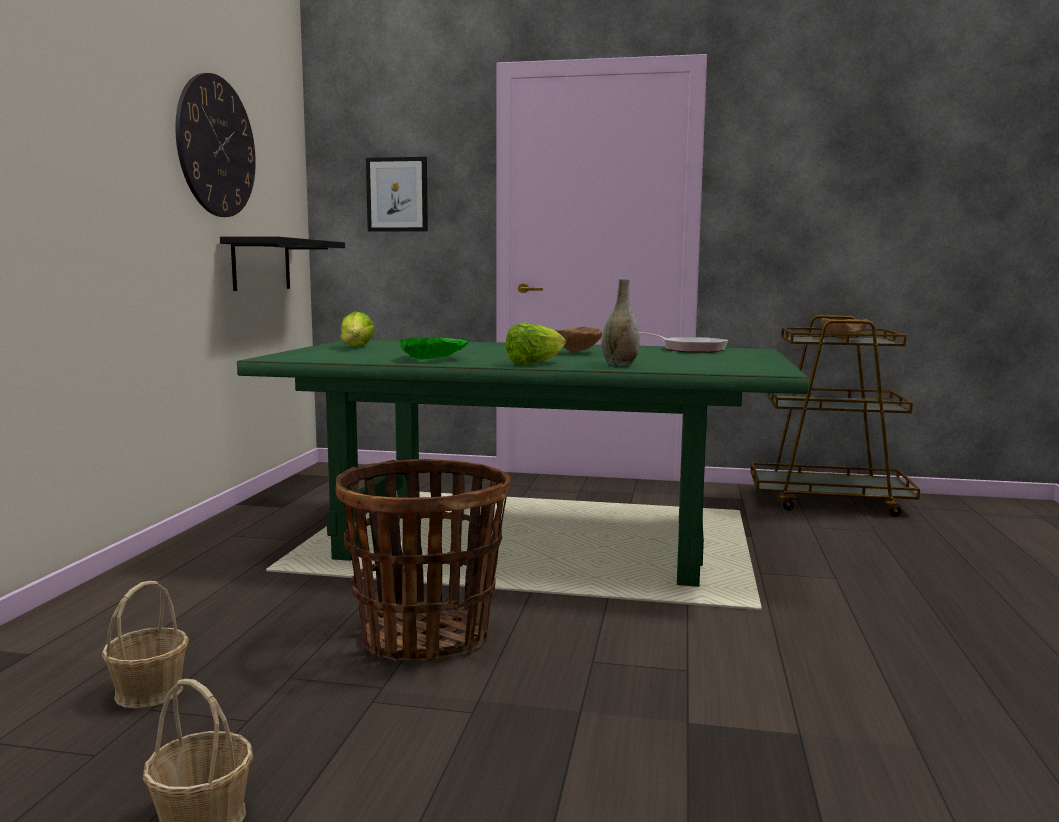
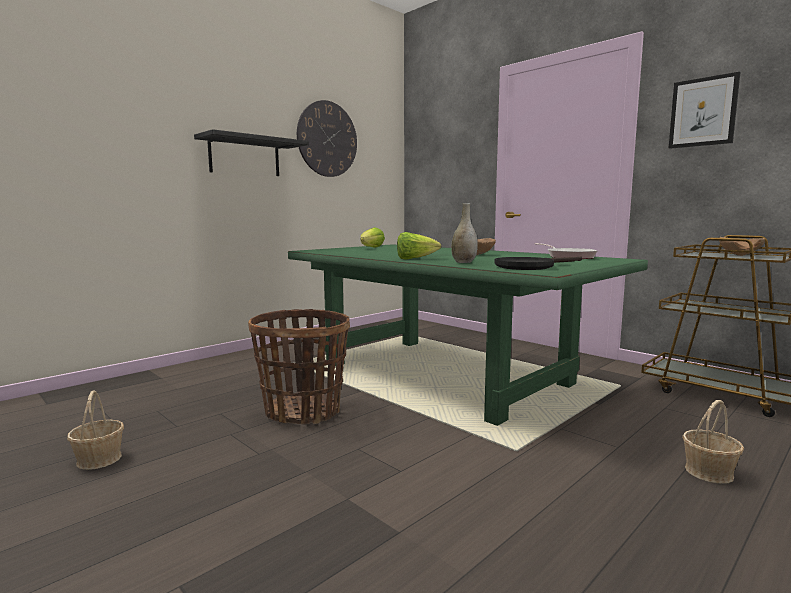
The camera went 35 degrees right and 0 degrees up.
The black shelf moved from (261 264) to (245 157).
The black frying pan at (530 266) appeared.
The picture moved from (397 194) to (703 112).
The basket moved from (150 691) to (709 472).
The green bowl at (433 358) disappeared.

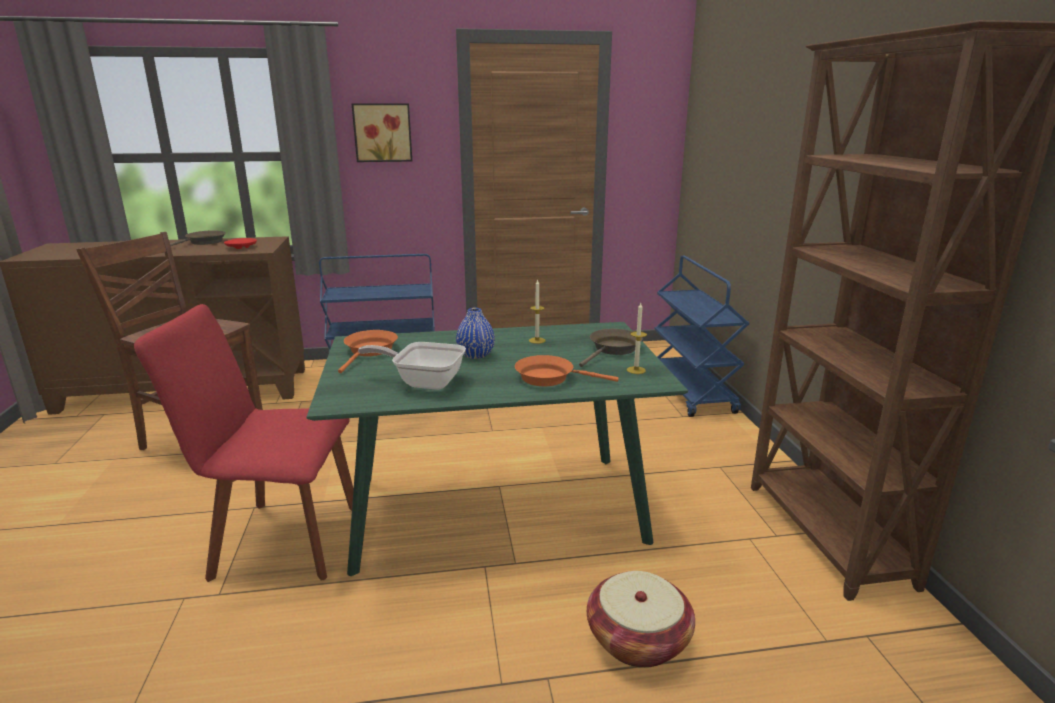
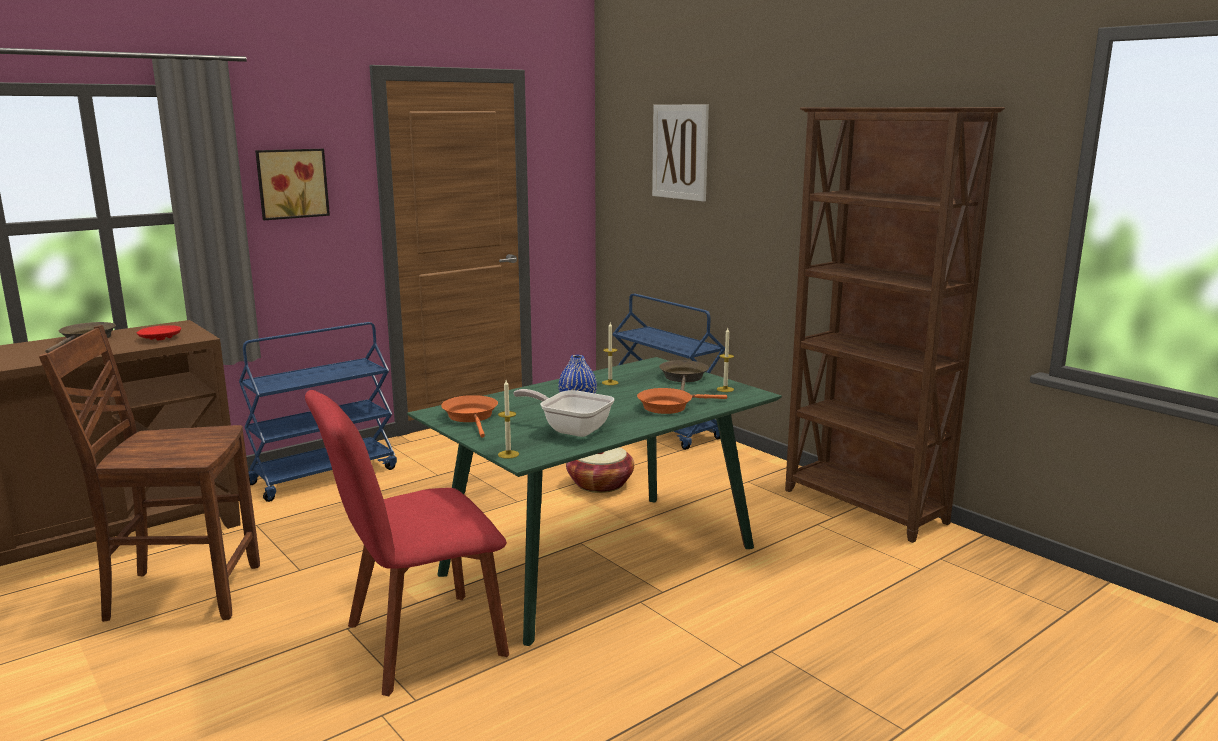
The camera went 30 degrees left and 5 degrees down.
The candle at (508 454) appeared.
The frying pan at (423 382) turned 45 degrees clockwise.
The basket moved from (638 639) to (600 484).
The picture at (680 152) appeared.

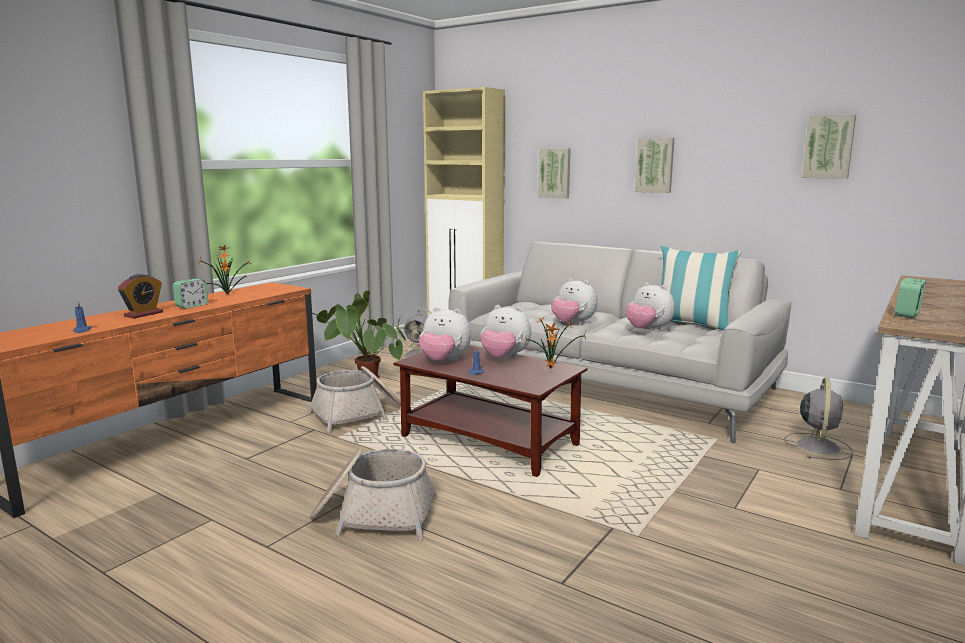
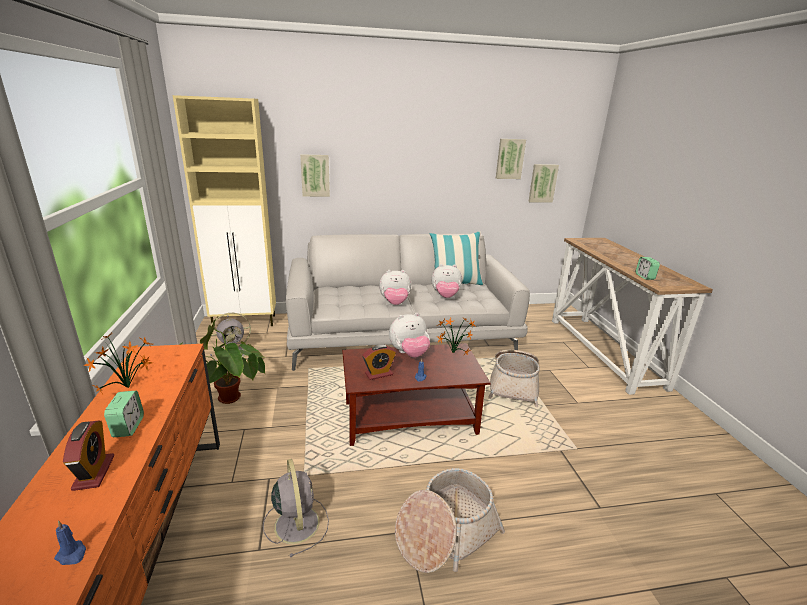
The camera went 45 degrees left and 10 degrees up.
The grey fan moved from (818 446) to (296 522).
The plush toy at (444 361) was replaced by the alarm clock at (379 374).
The basket moved from (358 414) to (513 385).
The picture moved from (655 165) to (542 183).

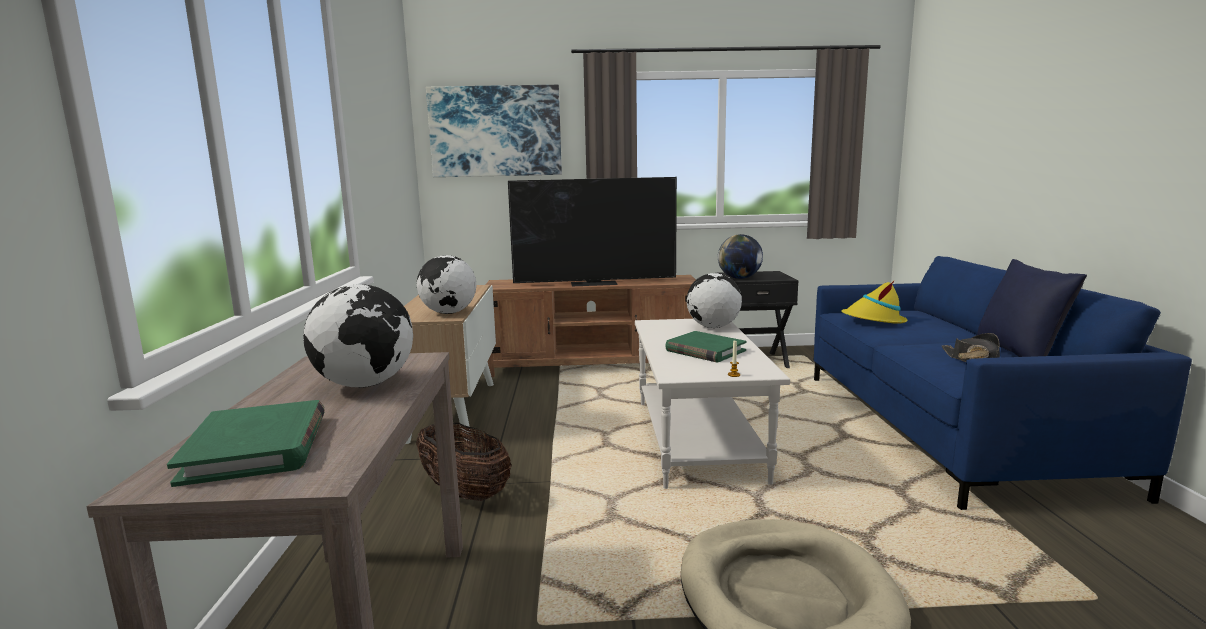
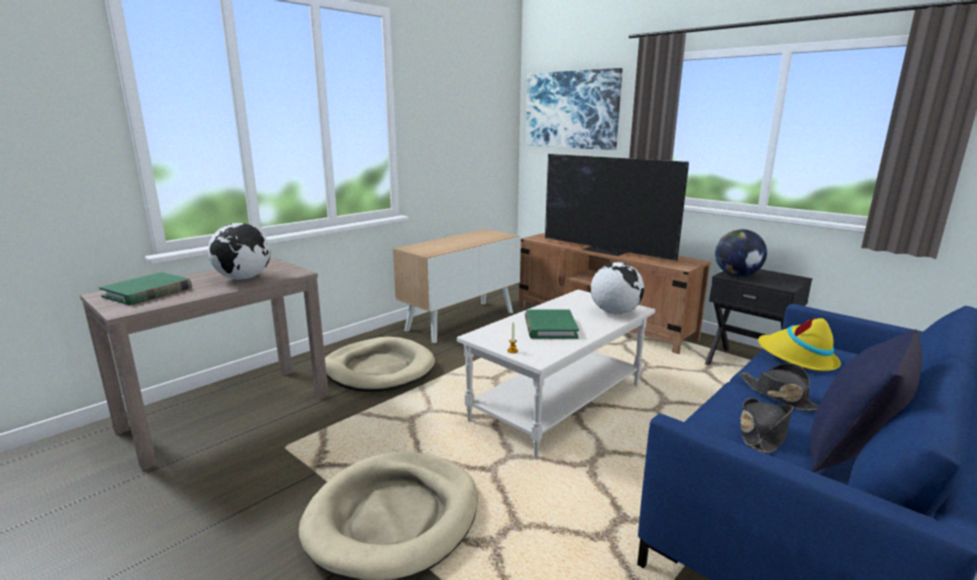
The camera went 45 degrees right and 5 degrees up.
The basket at (465 492) was replaced by the beige dog bed at (379 369).
The black hat at (781 396) appeared.
The globe at (448 313) disappeared.

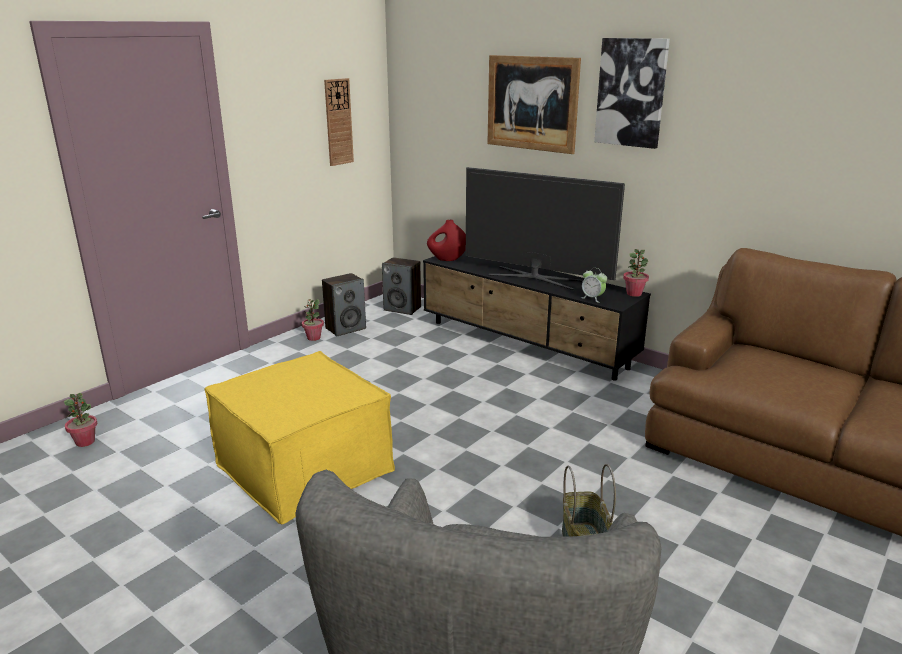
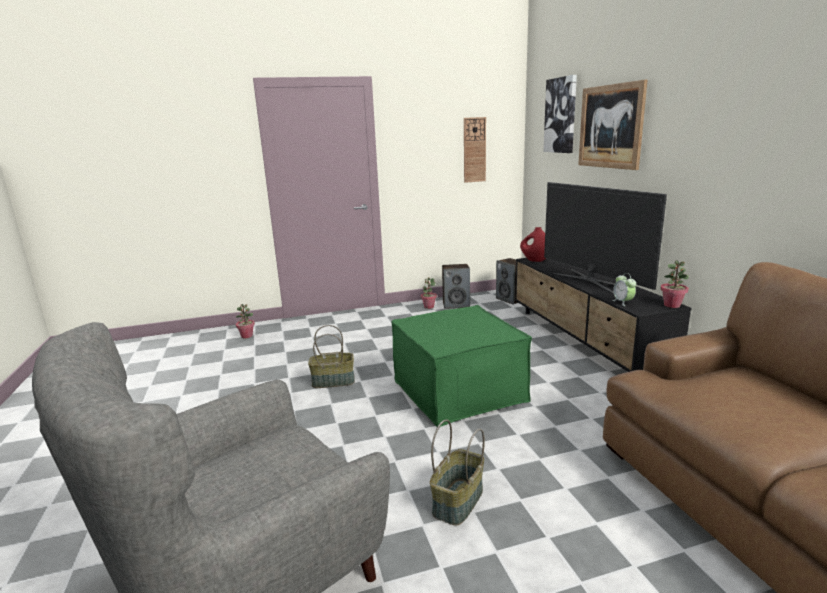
The camera went 35 degrees right and 5 degrees down.
The yellow ottoman at (305 467) was replaced by the basket at (333 381).
The green ottoman at (459 391) appeared.
The picture moved from (631 93) to (561 115).

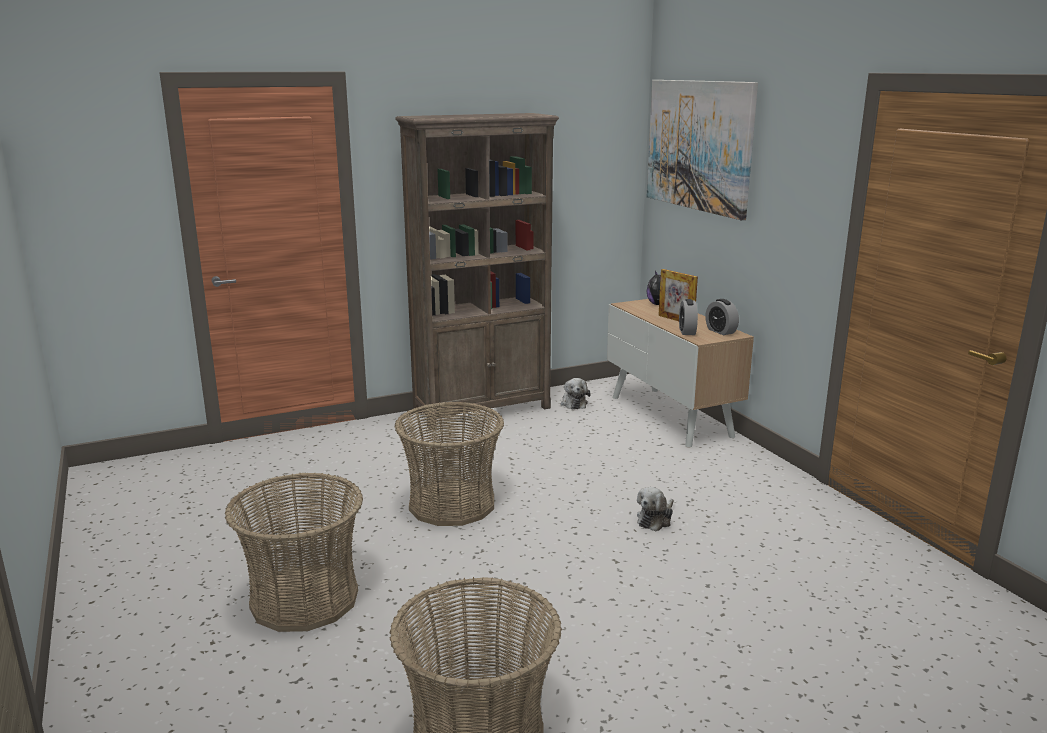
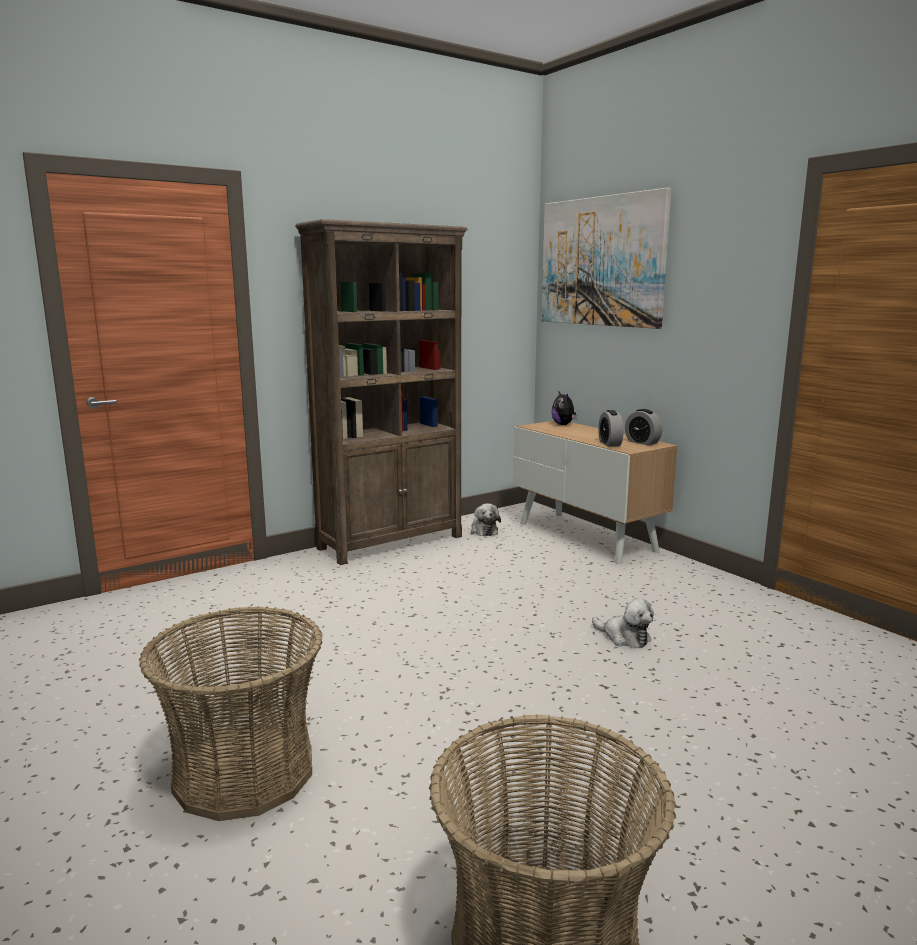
The camera went 10 degrees left and 5 degrees down.
The plush toy at (655 519) turned 75 degrees counterclockwise.
The basket at (452 504) disappeared.
The picture frame at (676 320) disappeared.

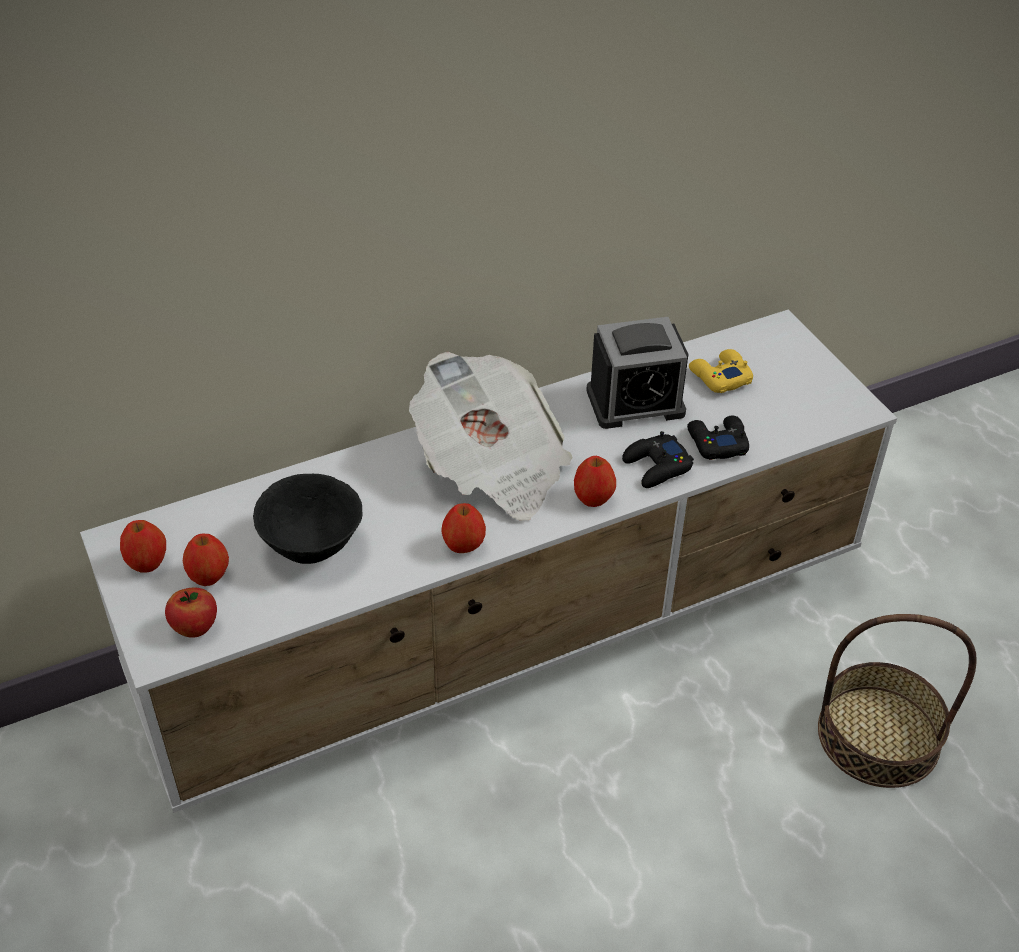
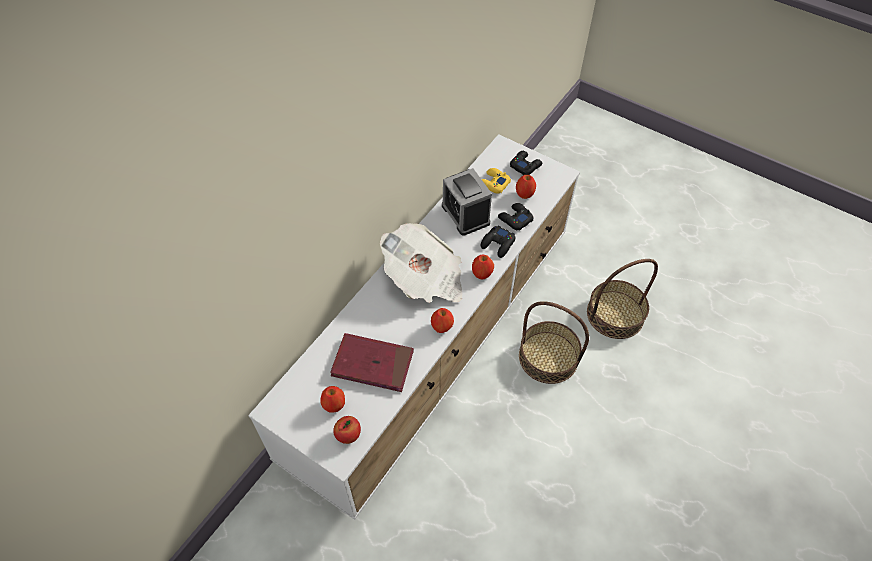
The camera went 30 degrees left and 10 degrees up.
The black bowl at (312 548) was replaced by the red book at (372 364).
The alarm clock at (635 402) turned 105 degrees clockwise.
The black game controller at (525 165) appeared.
The apple moved from (147 563) to (524 194).
The basket at (548 357) appeared.

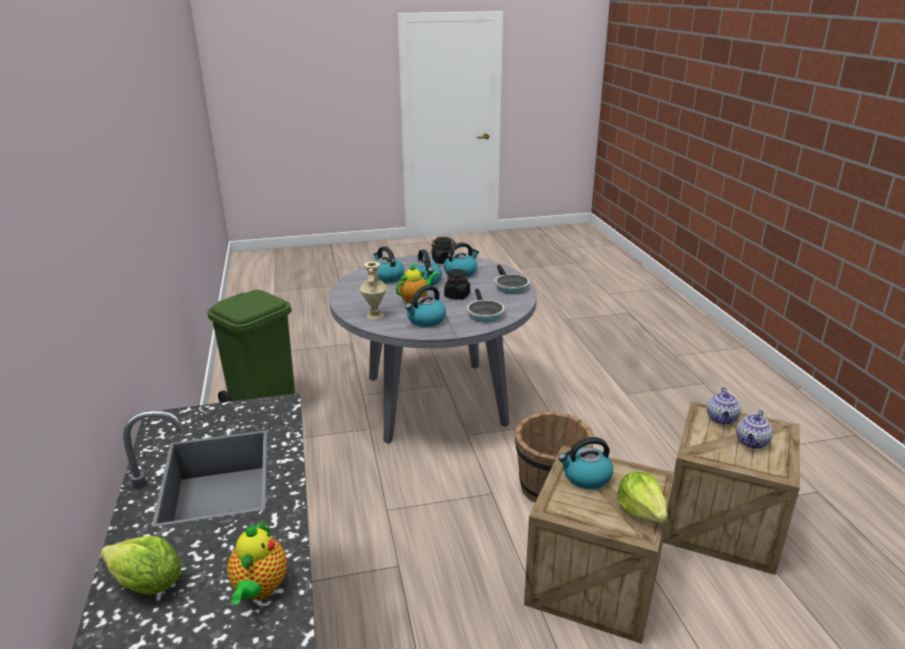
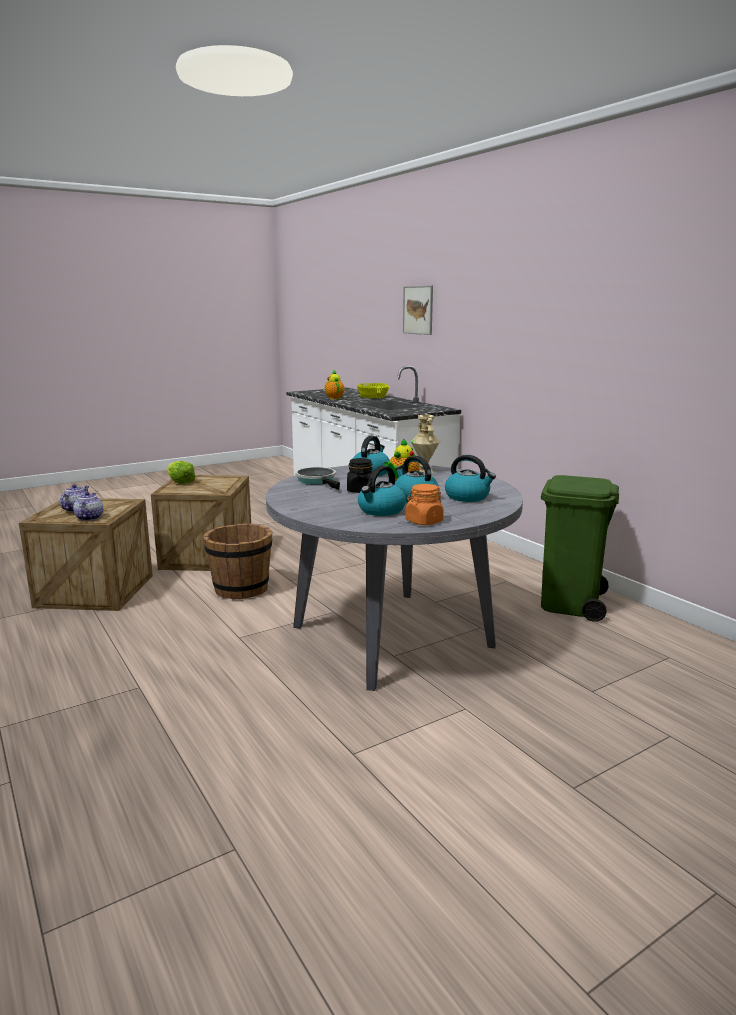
The camera went 160 degrees right and 10 degrees down.
The lettuce at (147 584) was replaced by the yellow bowl at (372 396).
The picture at (418 310) appeared.
The black jar at (443 261) became the orange jar at (424 521).
The frying pan at (510 286) disappeared.
The kettle at (586 477) disappeared.

